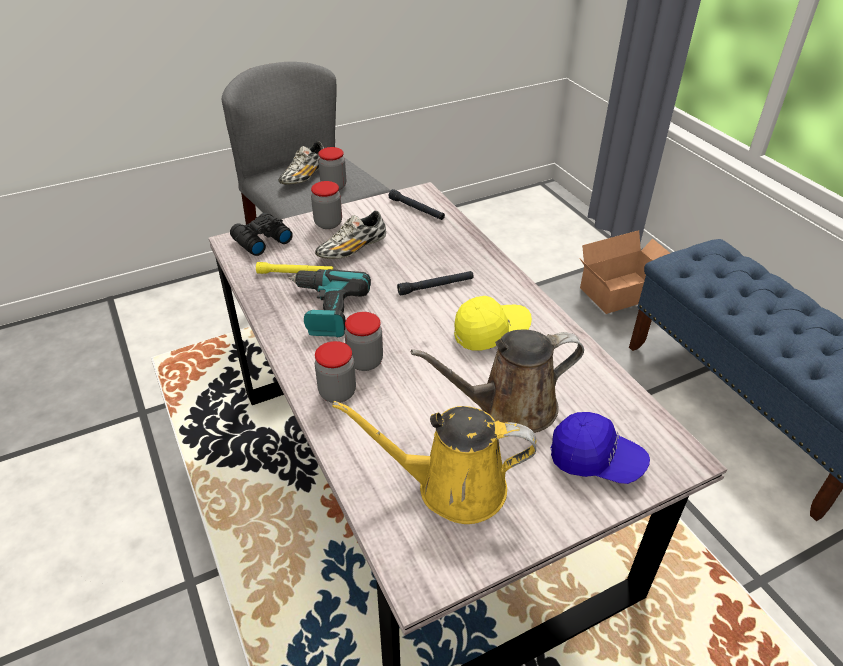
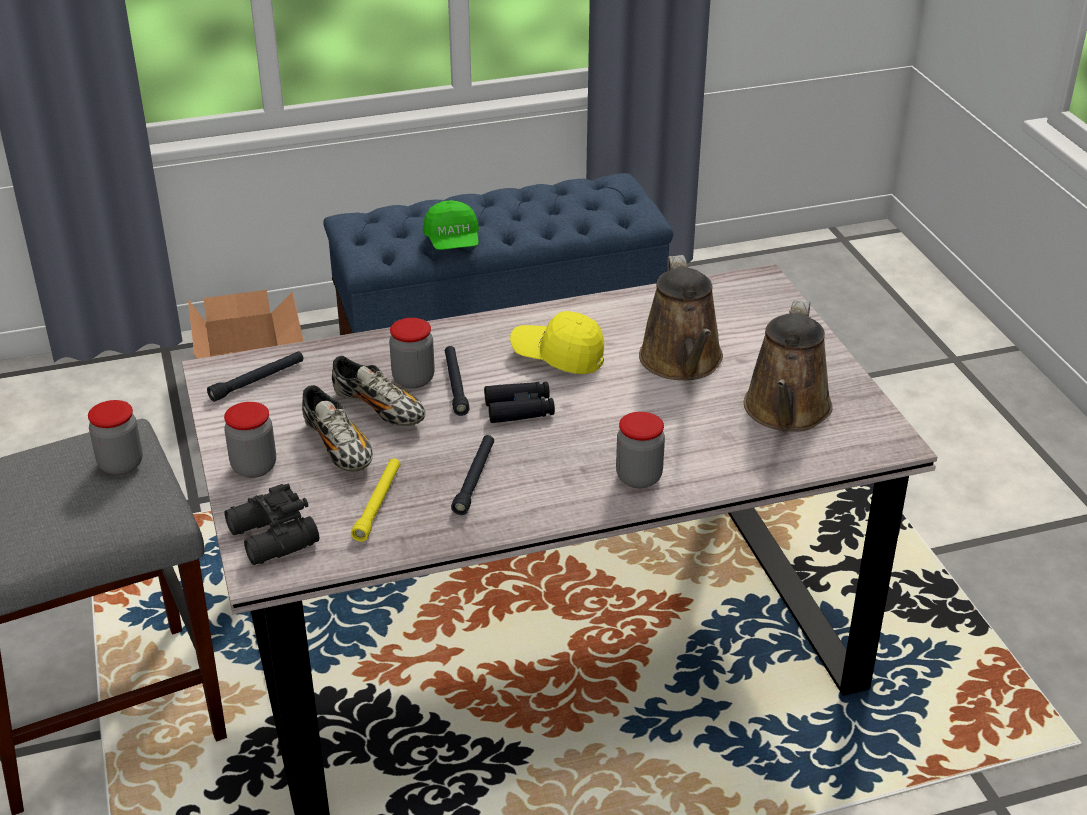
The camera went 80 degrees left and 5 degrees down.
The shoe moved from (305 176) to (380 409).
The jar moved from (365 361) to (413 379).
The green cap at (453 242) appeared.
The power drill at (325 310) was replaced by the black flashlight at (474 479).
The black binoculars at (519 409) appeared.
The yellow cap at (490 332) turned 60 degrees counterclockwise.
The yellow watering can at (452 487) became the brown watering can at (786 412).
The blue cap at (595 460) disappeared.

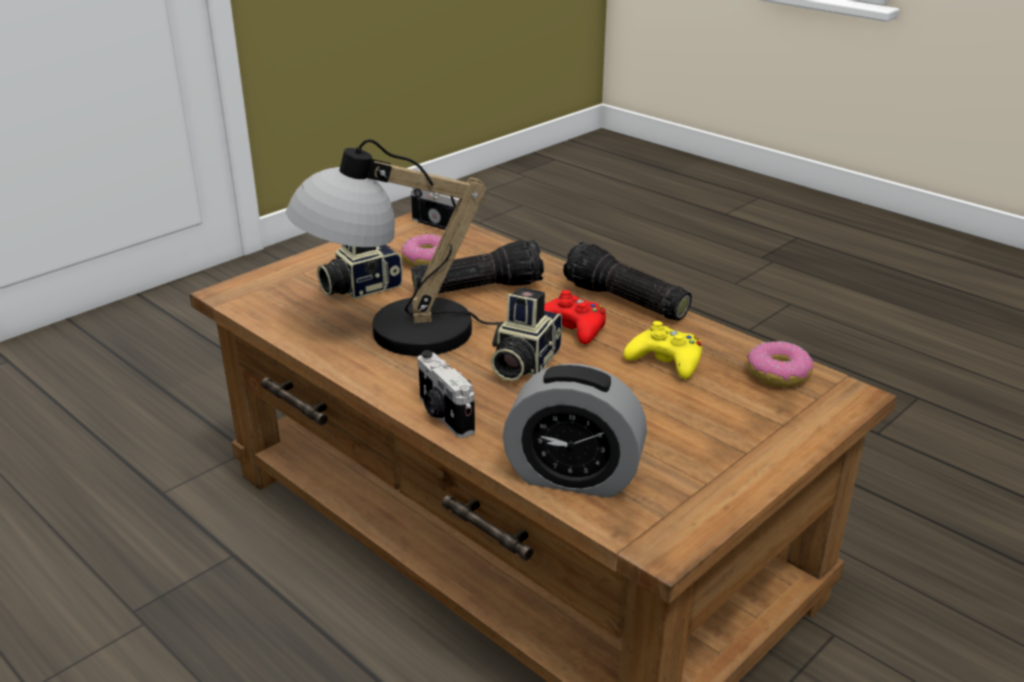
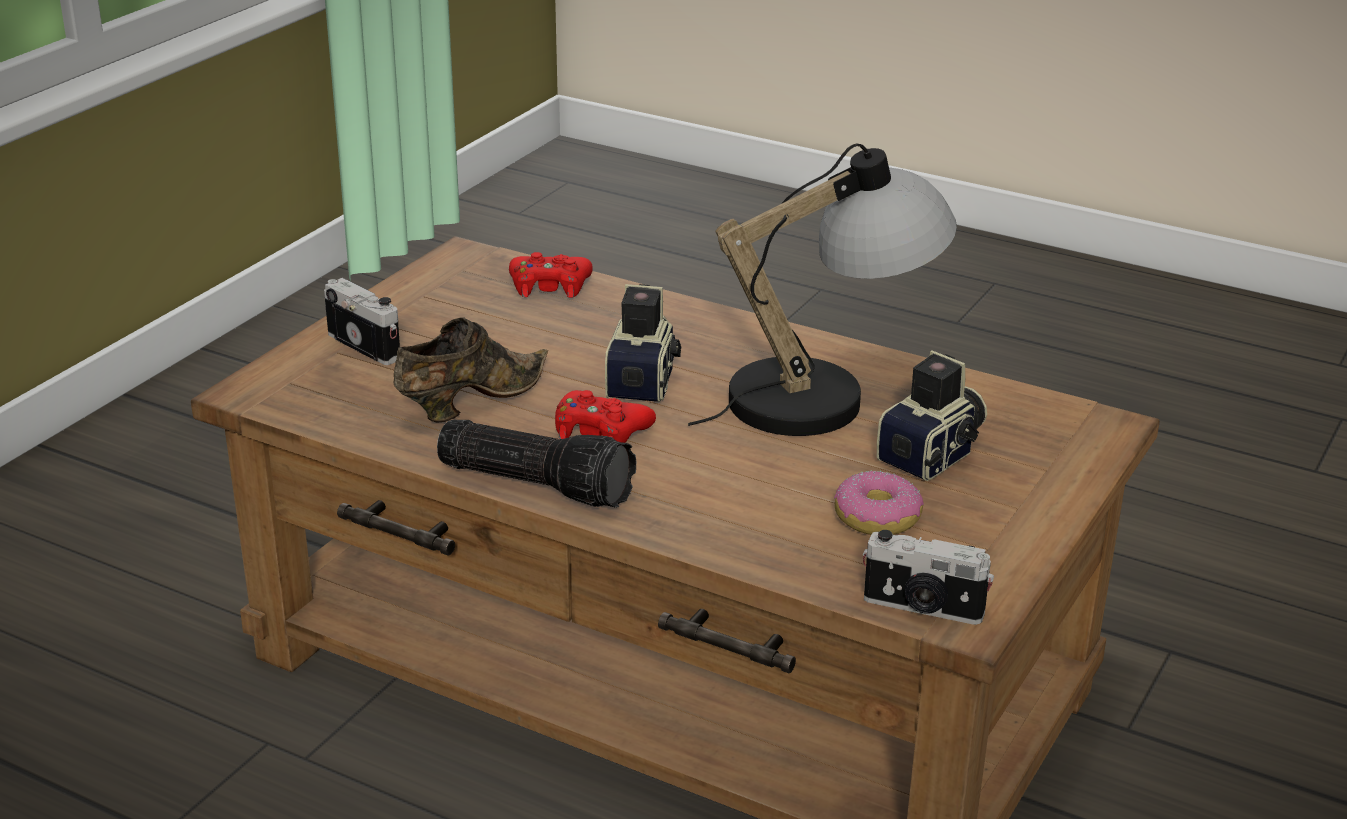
The camera went 165 degrees right and 0 degrees up.
The photo camera moved from (444 416) to (366 345).
The yellow game controller at (666 361) was replaced by the brown shoe at (469 402).
The alarm clock at (573 476) was replaced by the red game controller at (549 286).
The flashlight at (478 287) disappeared.
The donut at (778 374) disappeared.

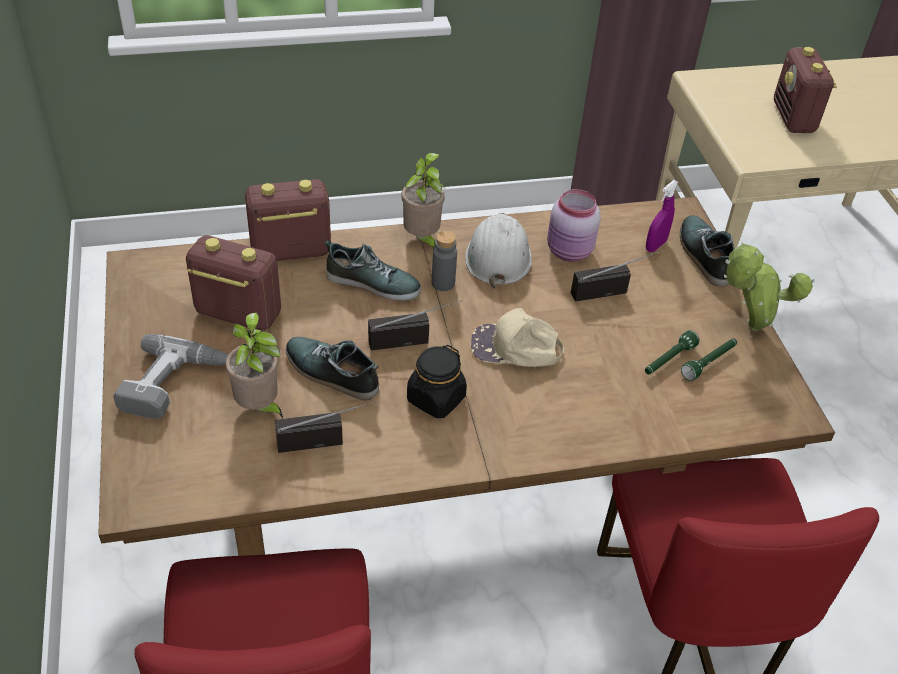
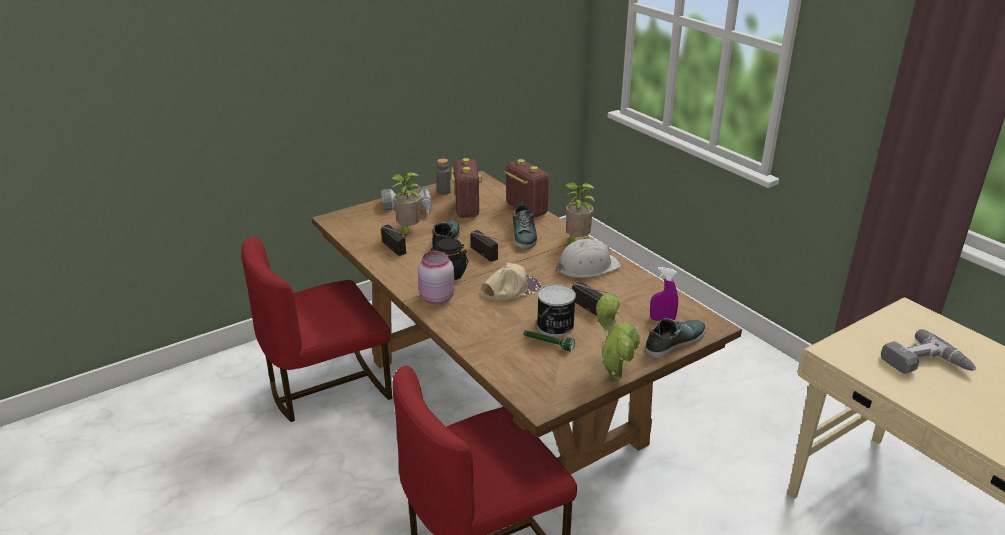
The camera went 70 degrees right and 15 degrees down.
The pink jar moved from (569 252) to (436 298).
The grey bottle moved from (443 283) to (443 192).
The beige cap at (516 348) turned 75 degrees clockwise.
The can at (555 326) appeared.
The radio at (794 118) was replaced by the power drill at (925 365).
The green flashlight at (709 363) disappeared.

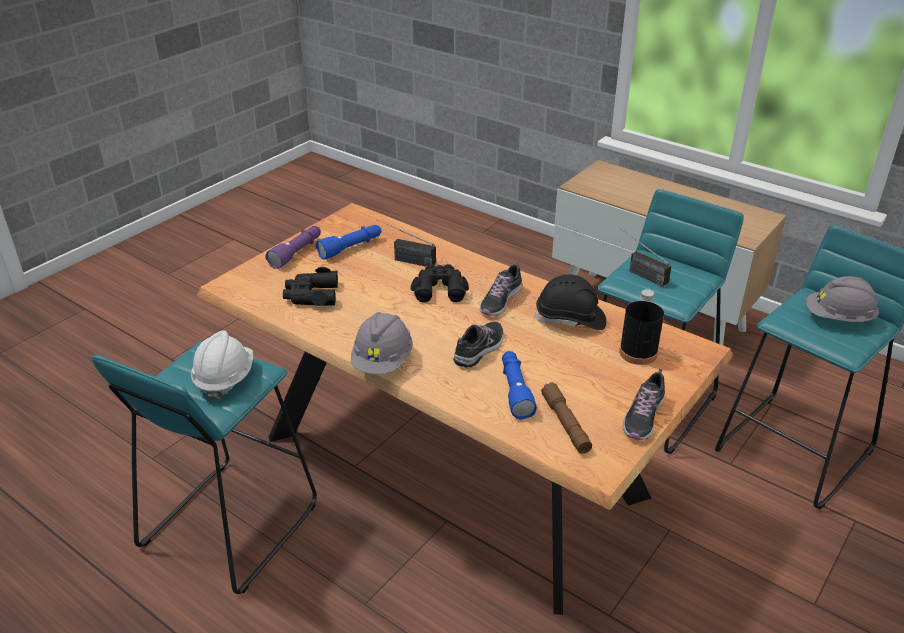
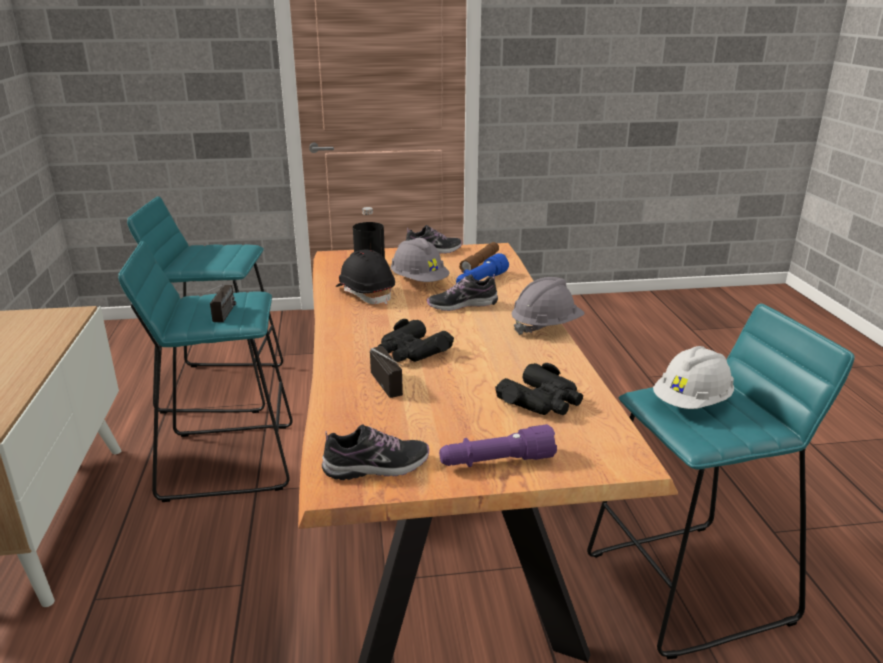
The camera went 135 degrees left and 10 degrees down.
The shoe moved from (500 301) to (376 467).
The grey hard hat moved from (838 318) to (419 282).
The blue flashlight at (351 248) disappeared.

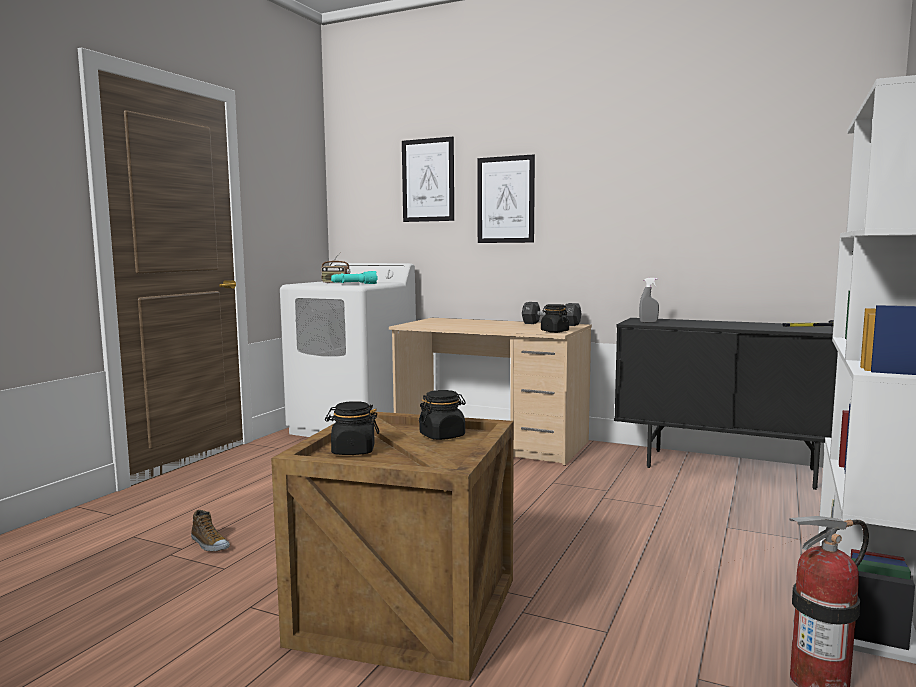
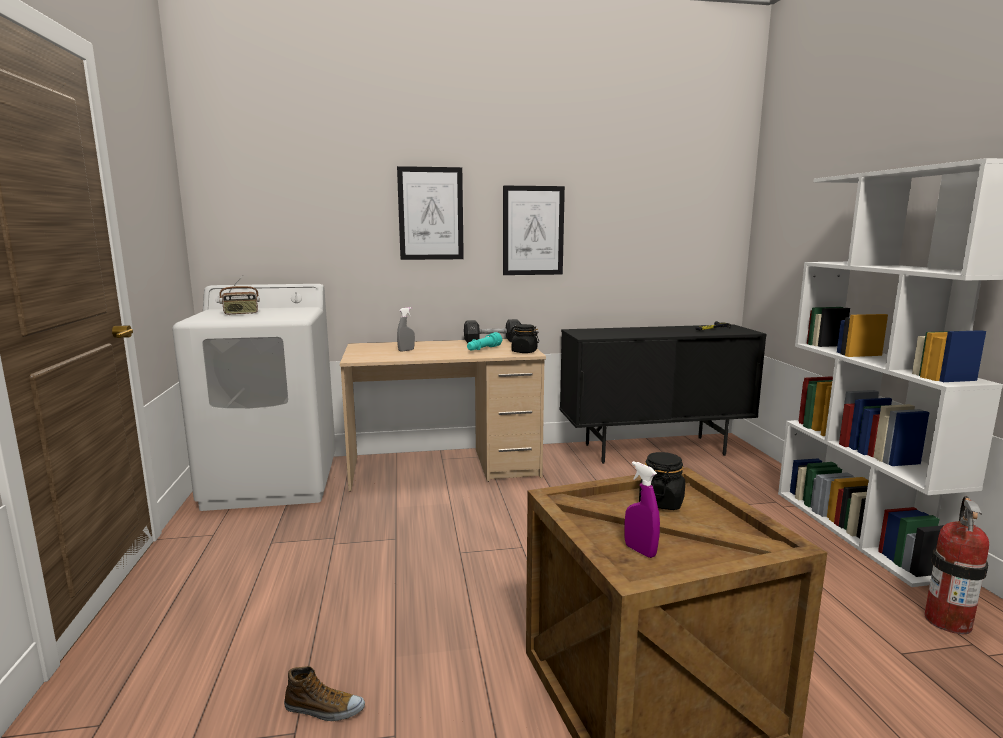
The camera went 35 degrees left and 5 degrees up.
The grey spray bottle moved from (648 322) to (406 350).
The turquoise flashlight moved from (354 284) to (483 349).
The picture moved from (428 180) to (533 231).
The black jar at (353 451) was replaced by the purple spray bottle at (640 551).

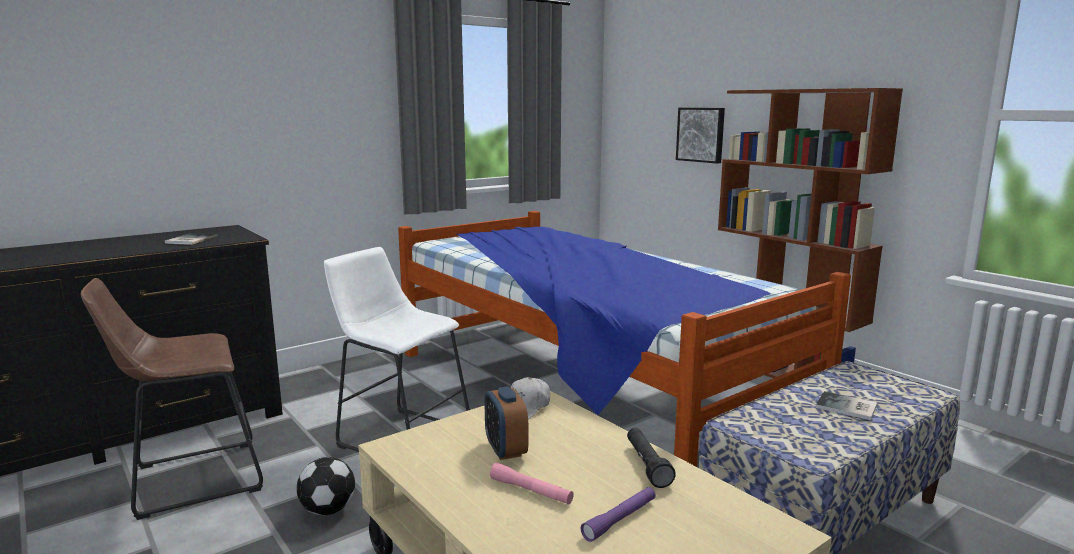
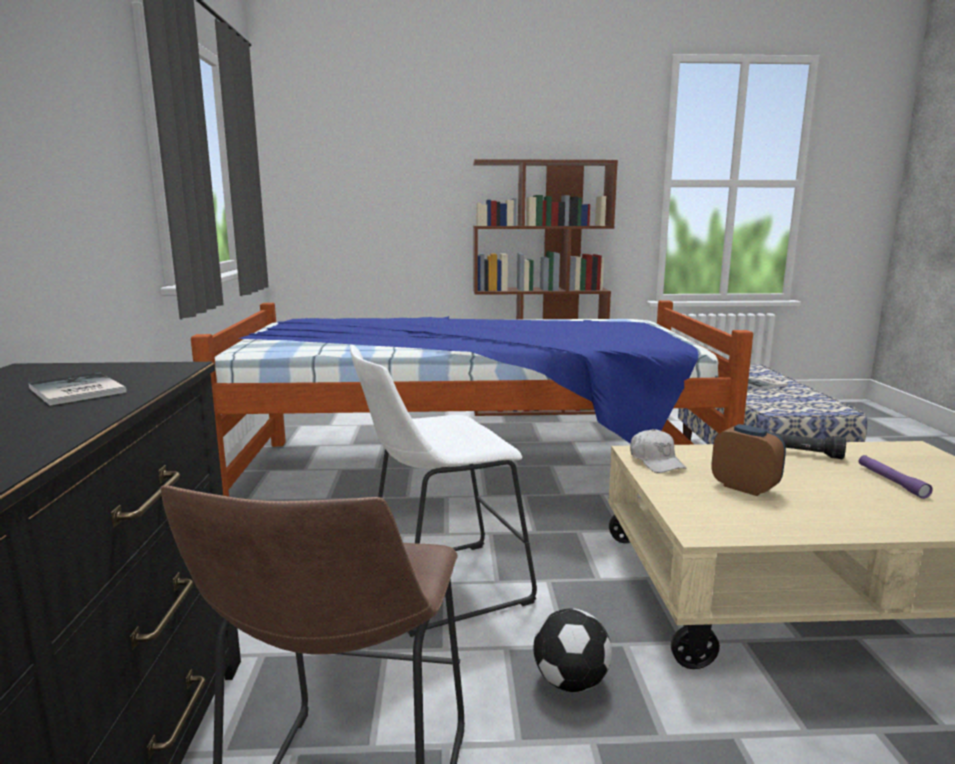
The camera went 55 degrees left and 0 degrees up.
The alarm clock at (505 450) turned 150 degrees counterclockwise.
The pink flashlight at (531 491) disappeared.
The picture at (701 134) disappeared.

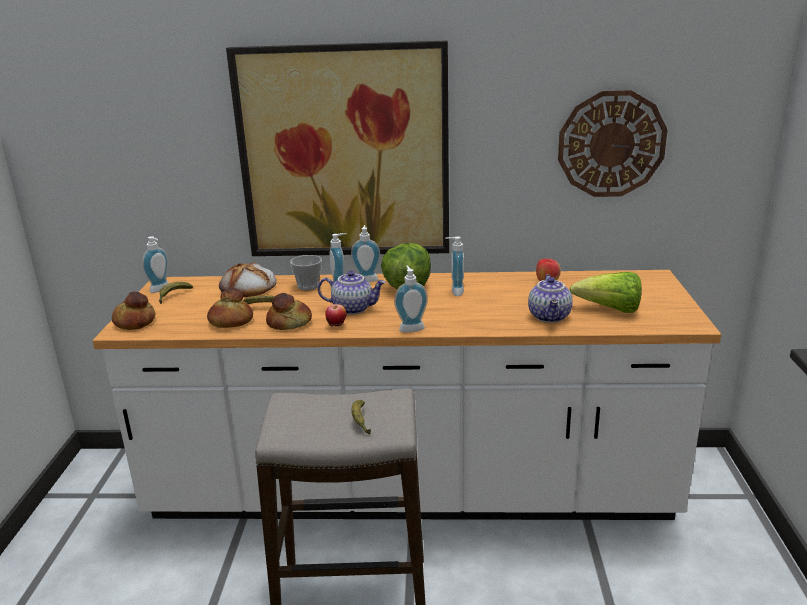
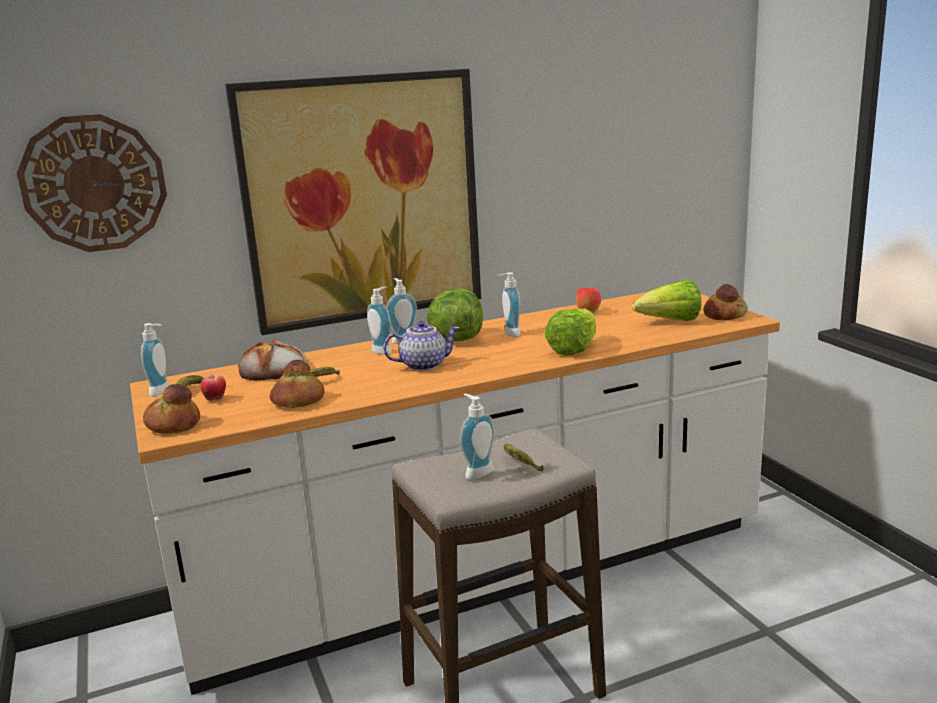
The camera went 25 degrees left and 5 degrees down.
The wall clock moved from (611 144) to (94 184).
The apple moved from (336 326) to (215 400).
The soap dispenser moved from (411 328) to (477 472).
The lettuce at (574 349) appeared.
The bread moved from (290 323) to (725 315).
The cup at (308 286) disappeared.
The teapot at (550 317) disappeared.

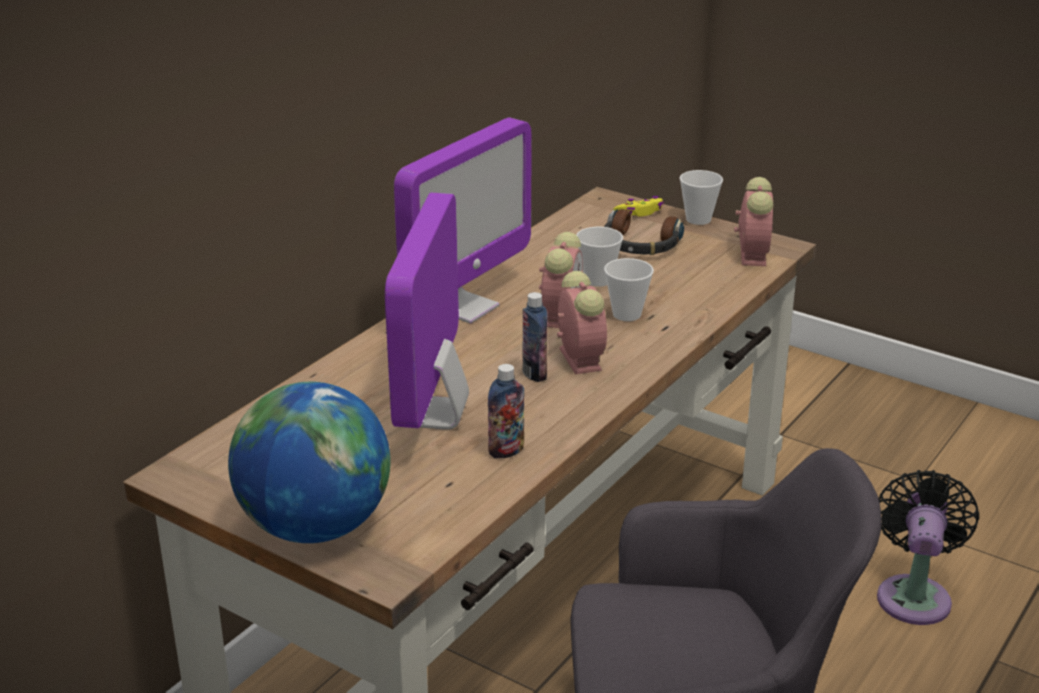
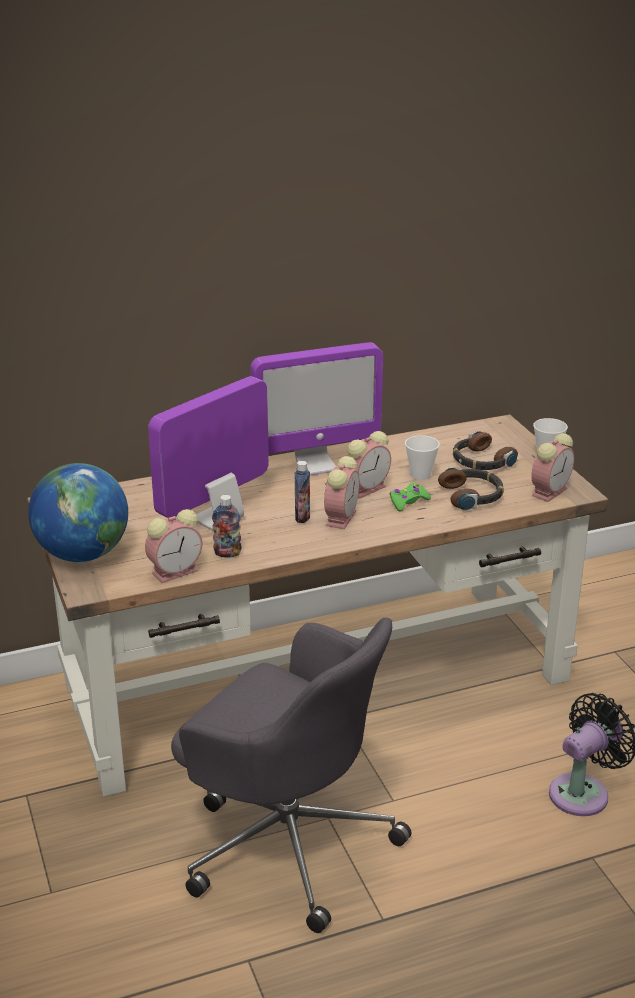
The camera went 35 degrees right and 0 degrees up.
The alarm clock at (176 571) appeared.
The cup at (626 314) was replaced by the green game controller at (408 502).
The headphones at (472 495) appeared.
The yellow game controller at (640 212) disappeared.

